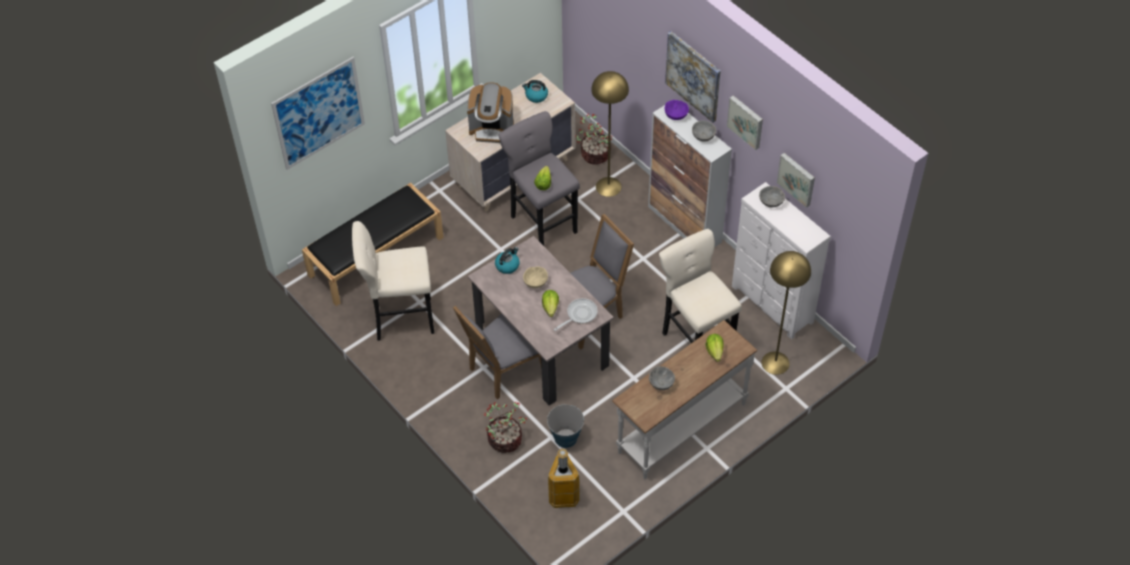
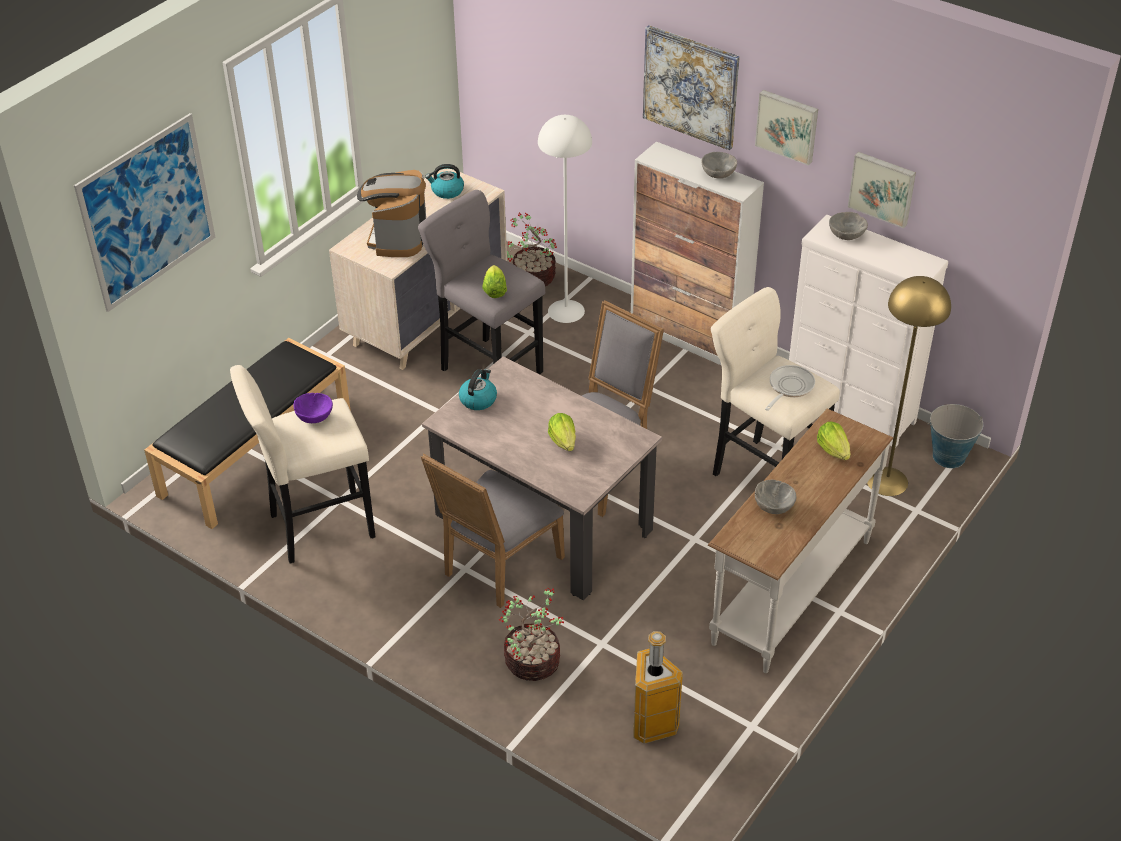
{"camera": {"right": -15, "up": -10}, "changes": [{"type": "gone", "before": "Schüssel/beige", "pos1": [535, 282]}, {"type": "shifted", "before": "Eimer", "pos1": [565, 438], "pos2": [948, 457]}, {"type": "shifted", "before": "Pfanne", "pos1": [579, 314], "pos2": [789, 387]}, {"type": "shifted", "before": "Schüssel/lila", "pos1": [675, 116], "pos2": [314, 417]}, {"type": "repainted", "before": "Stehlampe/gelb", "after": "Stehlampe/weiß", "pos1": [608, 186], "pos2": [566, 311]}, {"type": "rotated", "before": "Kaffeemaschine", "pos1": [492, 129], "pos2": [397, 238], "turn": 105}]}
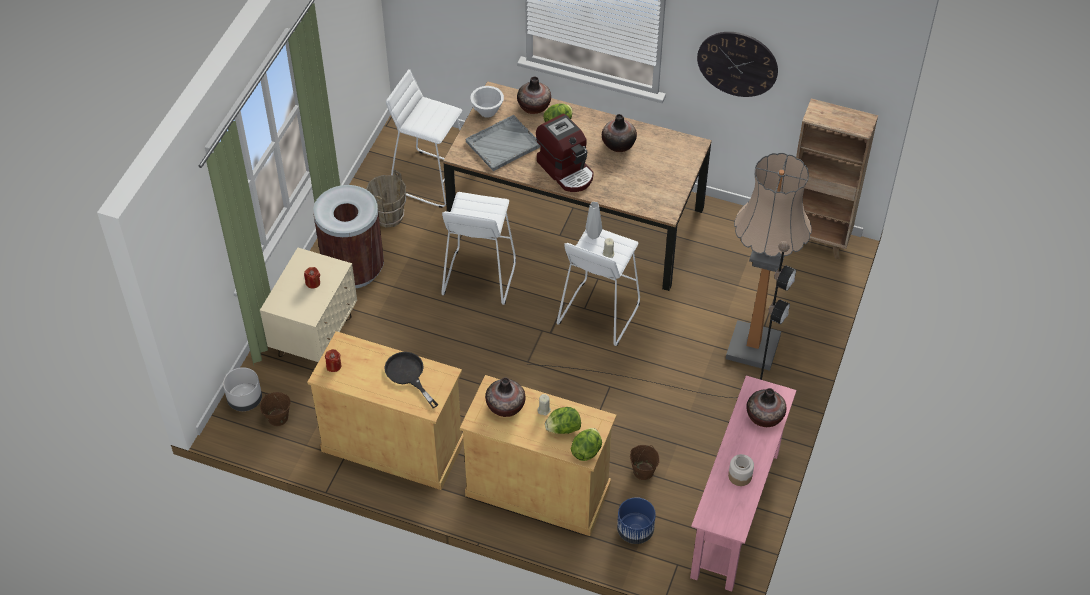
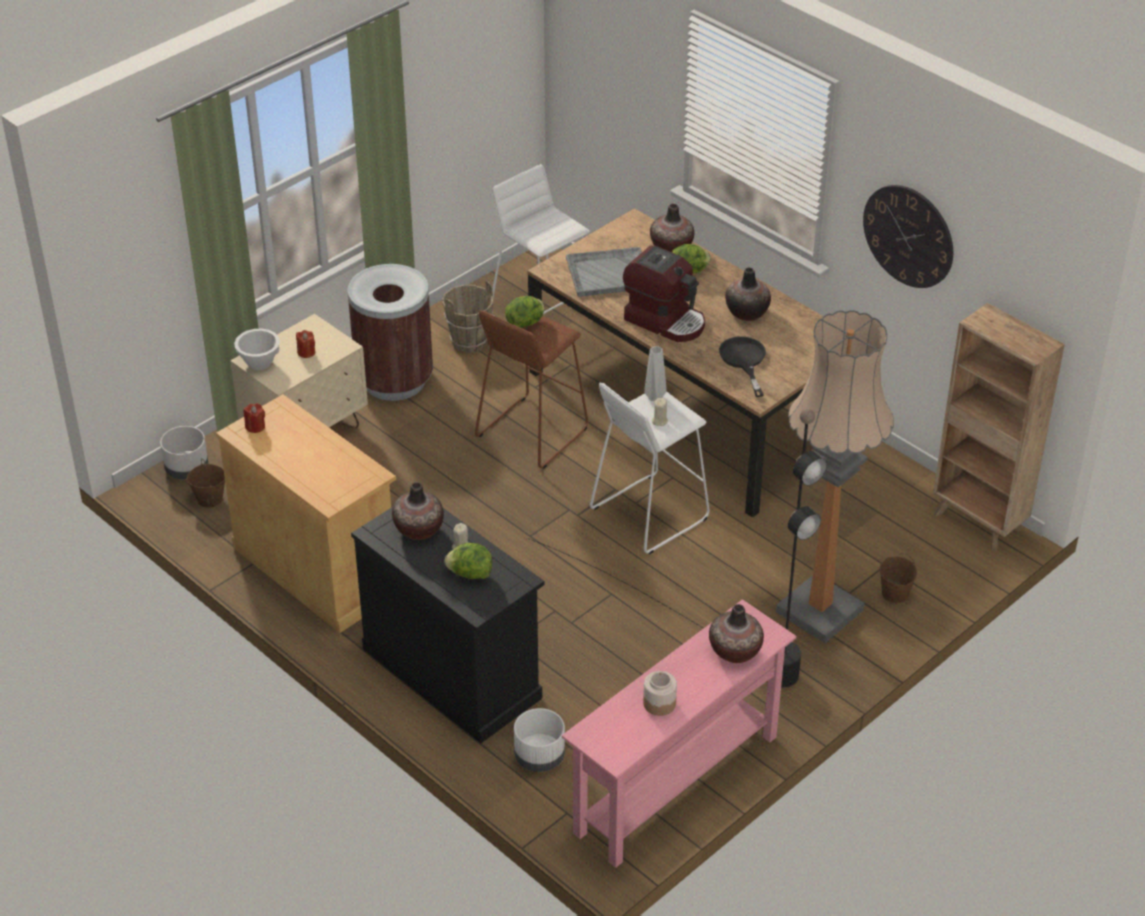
{"camera": {"right": 25, "up": -10}, "changes": [{"type": "shifted", "before": "Pfanne/schwarz", "pos1": [408, 375], "pos2": [744, 361]}, {"type": "shifted", "before": "Schüssel/weiß", "pos1": [487, 111], "pos2": [259, 363]}, {"type": "shifted", "before": "Salatkopf", "pos1": [587, 451], "pos2": [525, 323]}, {"type": "shifted", "before": "Eimer/braun", "pos1": [643, 471], "pos2": [894, 593]}, {"type": "repainted", "before": "Hocker/weiß", "after": "Hocker/braun", "pos1": [478, 277], "pos2": [531, 432]}, {"type": "repainted", "before": "Schrank/beige", "after": "Schrank/schwarz", "pos1": [538, 490], "pos2": [452, 673]}, {"type": "repainted", "before": "Pflanzkübel/blau", "after": "Pflanzkübel/weiß", "pos1": [635, 531], "pos2": [539, 757]}, {"type": "rotated", "before": "Kaffeemaschine", "pos1": [566, 170], "pos2": [665, 320], "turn": -45}]}
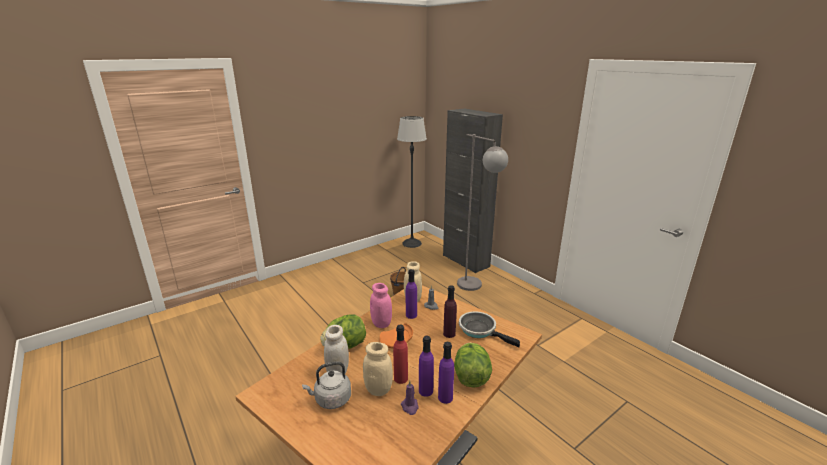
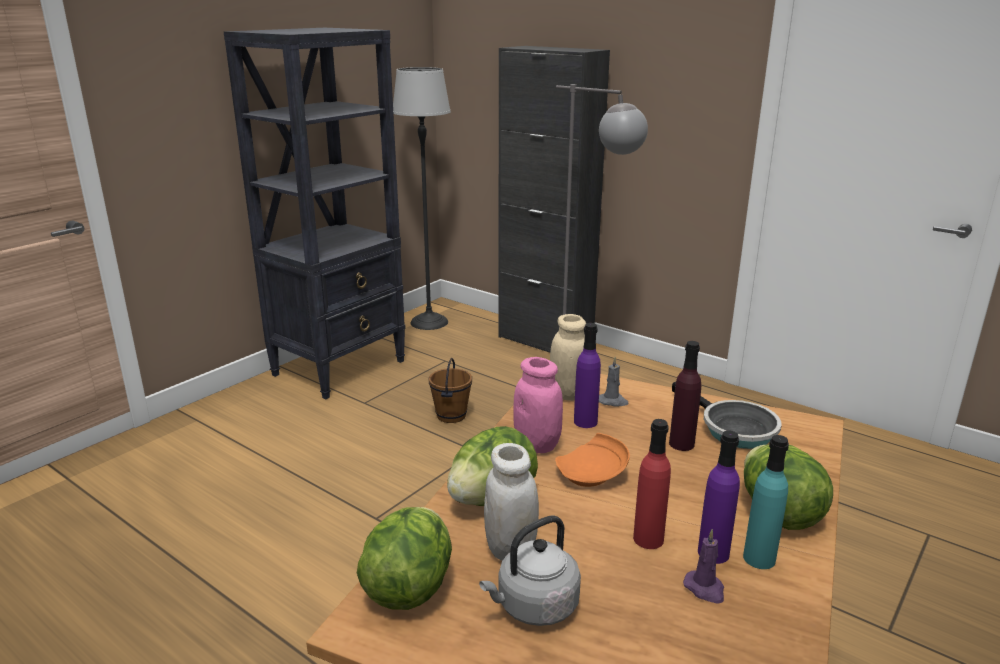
{"camera": {"right": -15, "up": 0}, "changes": [{"type": "gone", "before": "Vorratsglas/beige", "pos1": [378, 389]}, {"type": "new", "after": "Bücherregal/schwarz", "pos2": [340, 367]}, {"type": "new", "after": "Salatkopf", "pos2": [409, 587]}, {"type": "repainted", "before": "Flasche/lila", "after": "Flasche/türkis", "pos1": [445, 397], "pos2": [759, 558]}, {"type": "rotated", "before": "Pfanne", "pos1": [480, 330], "pos2": [733, 429], "turn": -150}]}
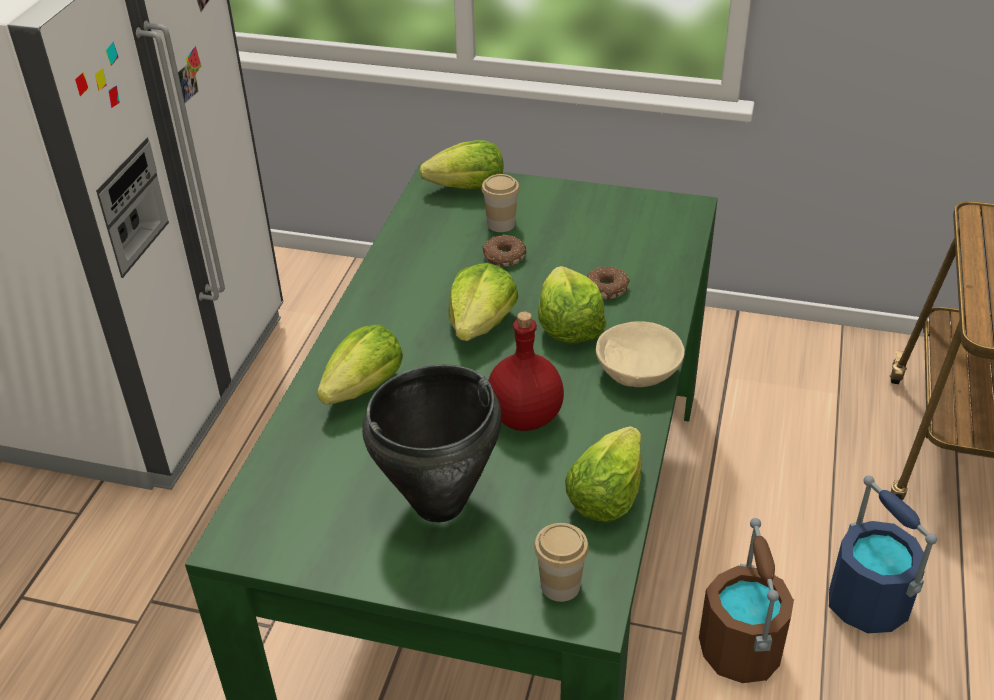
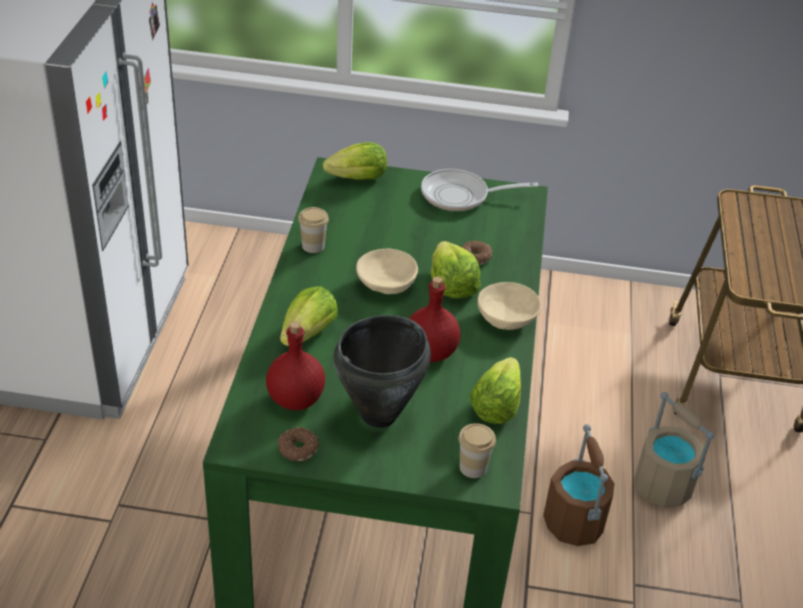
{"camera": {"right": -10, "up": 0}, "changes": [{"type": "new", "after": "Flasche/rot", "pos2": [295, 399]}, {"type": "new", "after": "Pfanne", "pos2": [460, 196]}, {"type": "shifted", "before": "Tasse", "pos1": [501, 224], "pos2": [313, 246]}, {"type": "shifted", "before": "Donut", "pos1": [503, 257], "pos2": [297, 449]}, {"type": "swapped", "before": "Salatkopf", "after": "Schüssel/beige", "pos1": [481, 324], "pos2": [387, 284]}, {"type": "repainted", "before": "Eimer/blau", "after": "Eimer/beige", "pos1": [868, 603], "pos2": [662, 487]}]}
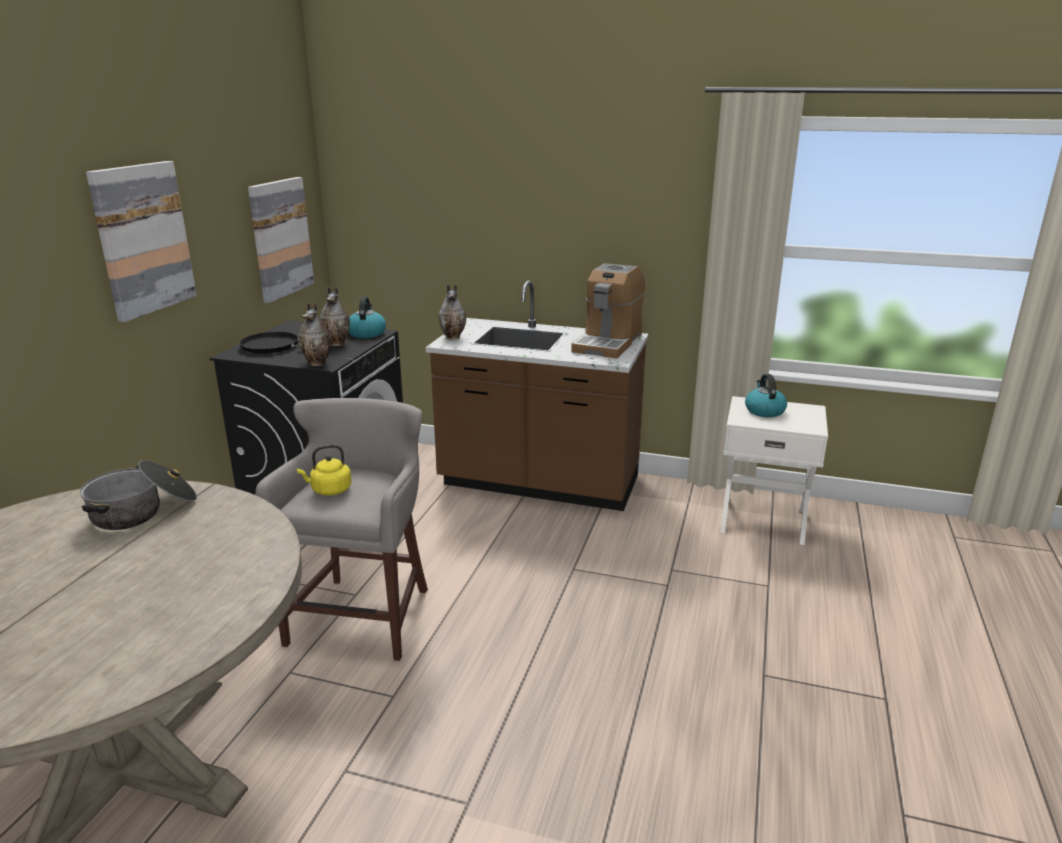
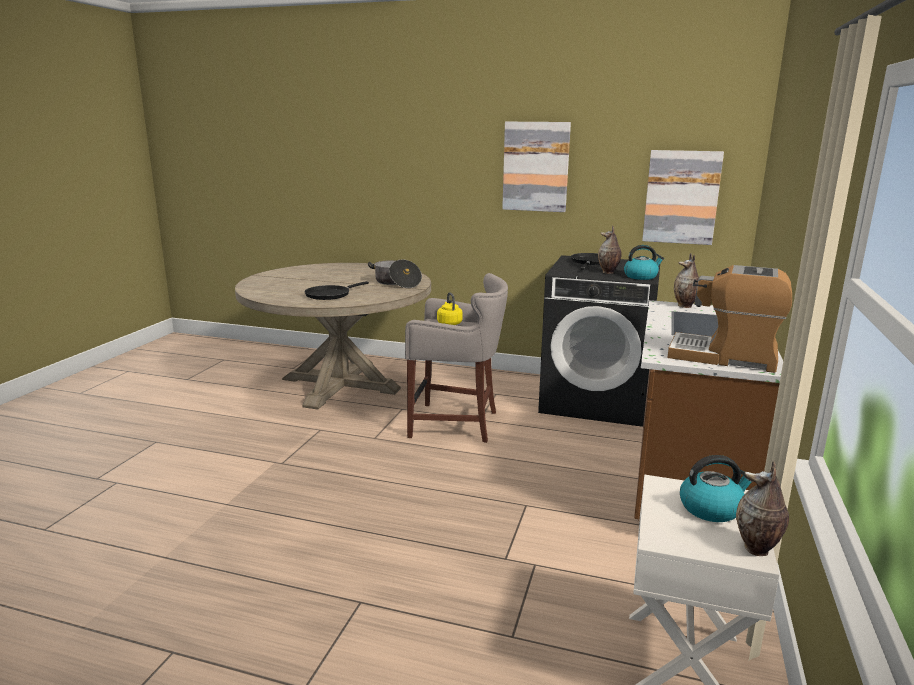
{"camera": {"right": 90, "up": -5}, "changes": [{"type": "new", "after": "Pfanne/schwarz", "pos2": [330, 295]}, {"type": "shifted", "before": "Vase", "pos1": [318, 363], "pos2": [757, 549]}]}
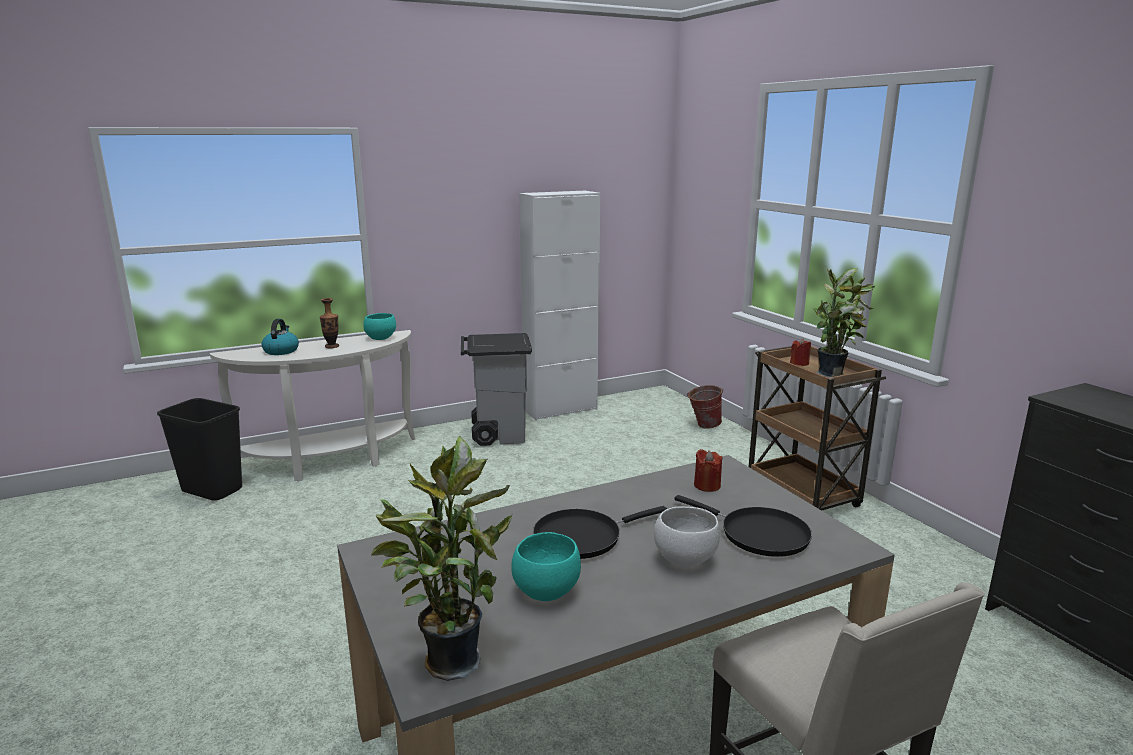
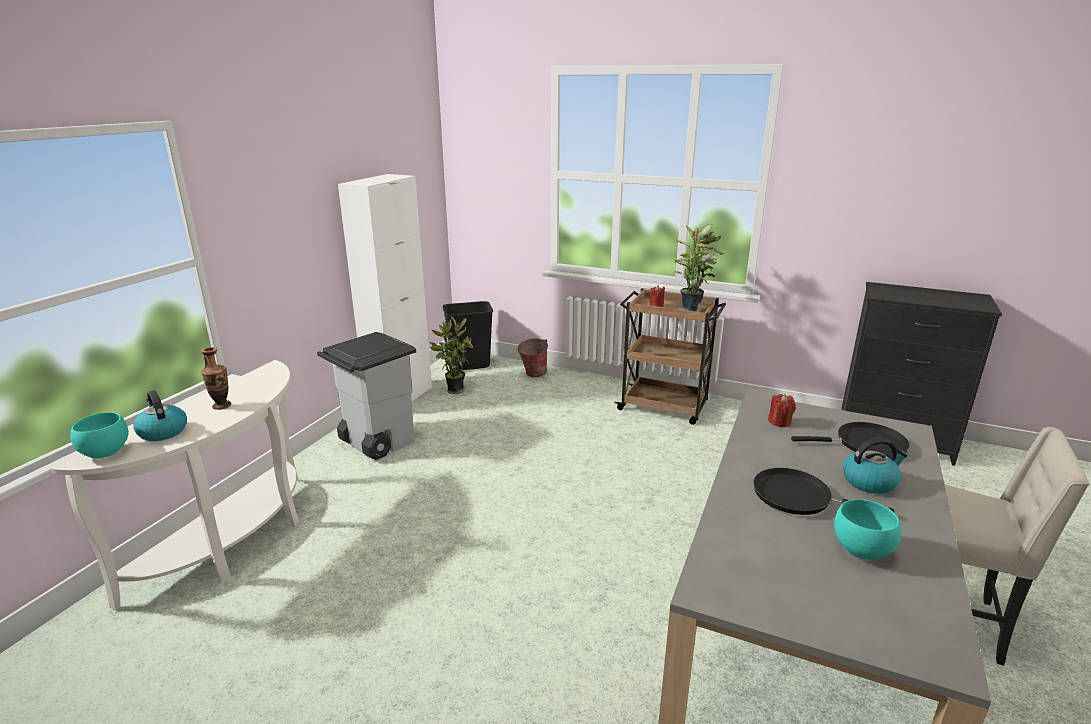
{"camera": {"right": -40, "up": 5}, "changes": [{"type": "shifted", "before": "Mülleimer/schwarz", "pos1": [213, 490], "pos2": [470, 365]}, {"type": "shifted", "before": "Schüssel/türkis", "pos1": [380, 338], "pos2": [104, 453]}, {"type": "shifted", "before": "Topfpflanze", "pos1": [448, 659], "pos2": [453, 390]}, {"type": "swapped", "before": "Schüssel/weiß", "after": "Wasserkessel", "pos1": [684, 559], "pos2": [870, 481]}, {"type": "rotated", "before": "Pfanne/schwarz", "pos1": [583, 537], "pos2": [797, 497], "turn": 90}]}
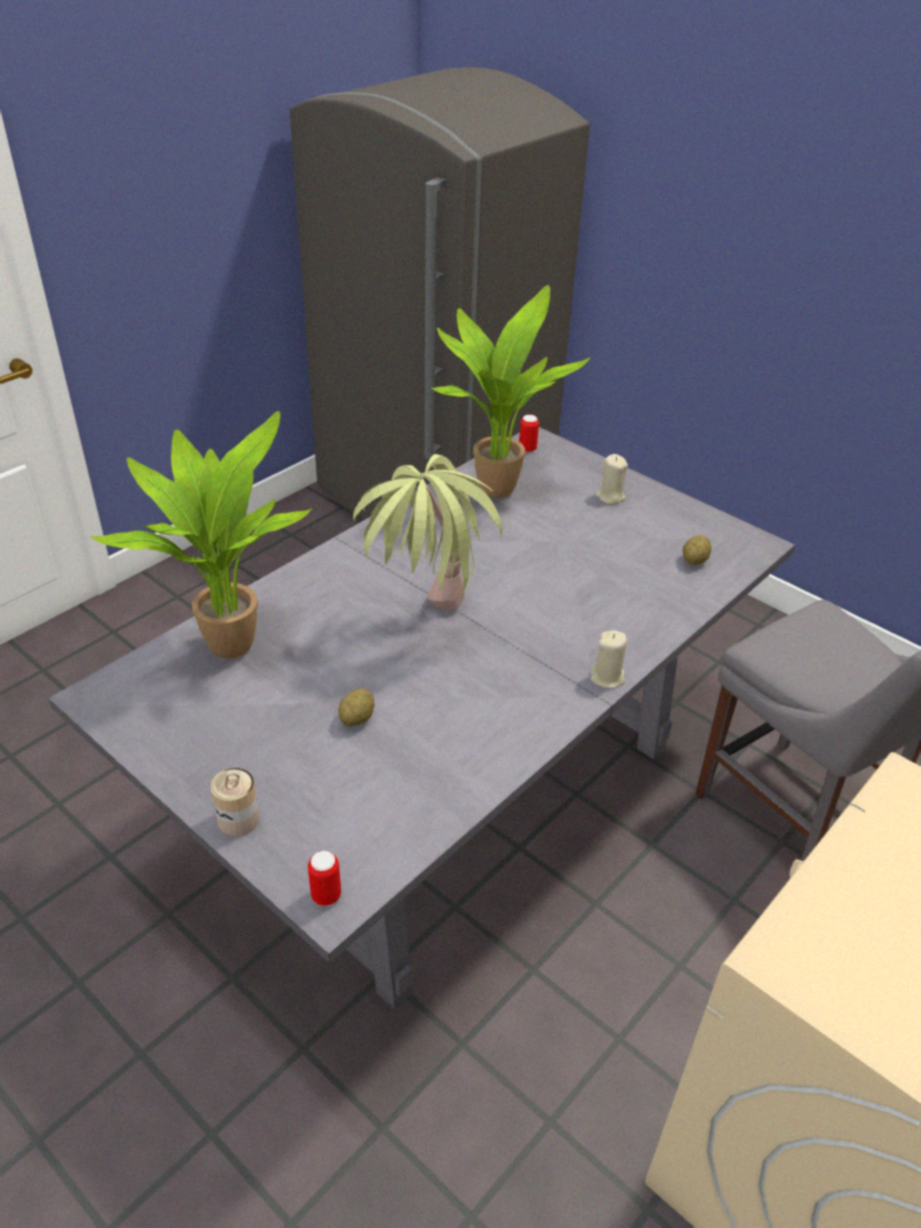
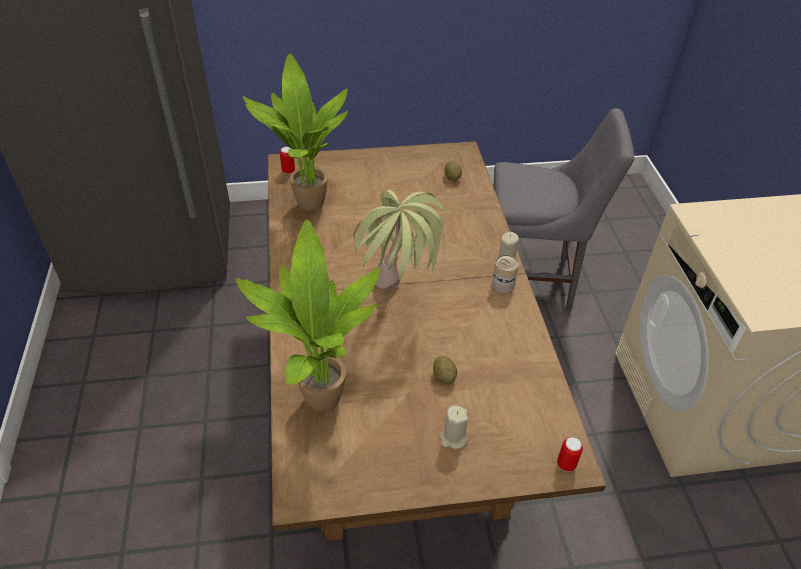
{"camera": {"right": -50, "up": 5}, "changes": [{"type": "shifted", "before": "Dose", "pos1": [238, 820], "pos2": [503, 285]}, {"type": "shifted", "before": "Kerze/beige", "pos1": [610, 497], "pos2": [453, 438]}, {"type": "repainted", "before": "Esstisch/grau", "after": "Esstisch/braun", "pos1": [452, 798], "pos2": [397, 401]}]}
